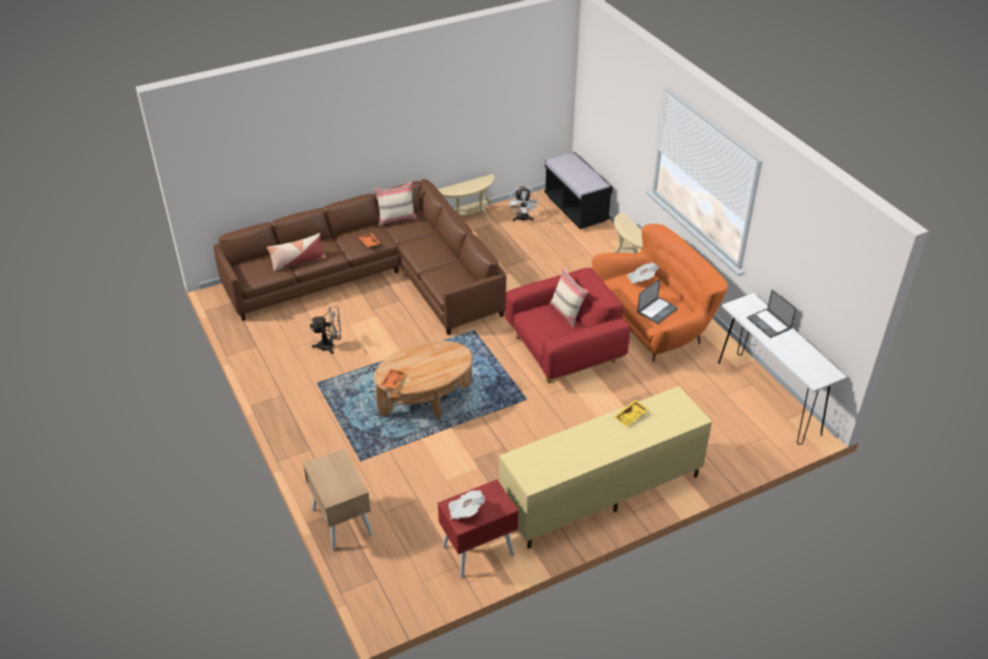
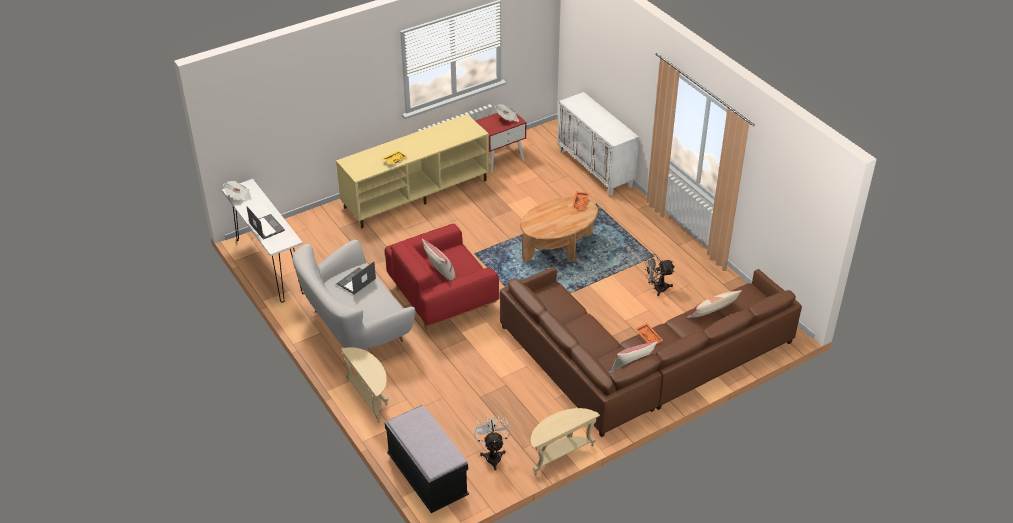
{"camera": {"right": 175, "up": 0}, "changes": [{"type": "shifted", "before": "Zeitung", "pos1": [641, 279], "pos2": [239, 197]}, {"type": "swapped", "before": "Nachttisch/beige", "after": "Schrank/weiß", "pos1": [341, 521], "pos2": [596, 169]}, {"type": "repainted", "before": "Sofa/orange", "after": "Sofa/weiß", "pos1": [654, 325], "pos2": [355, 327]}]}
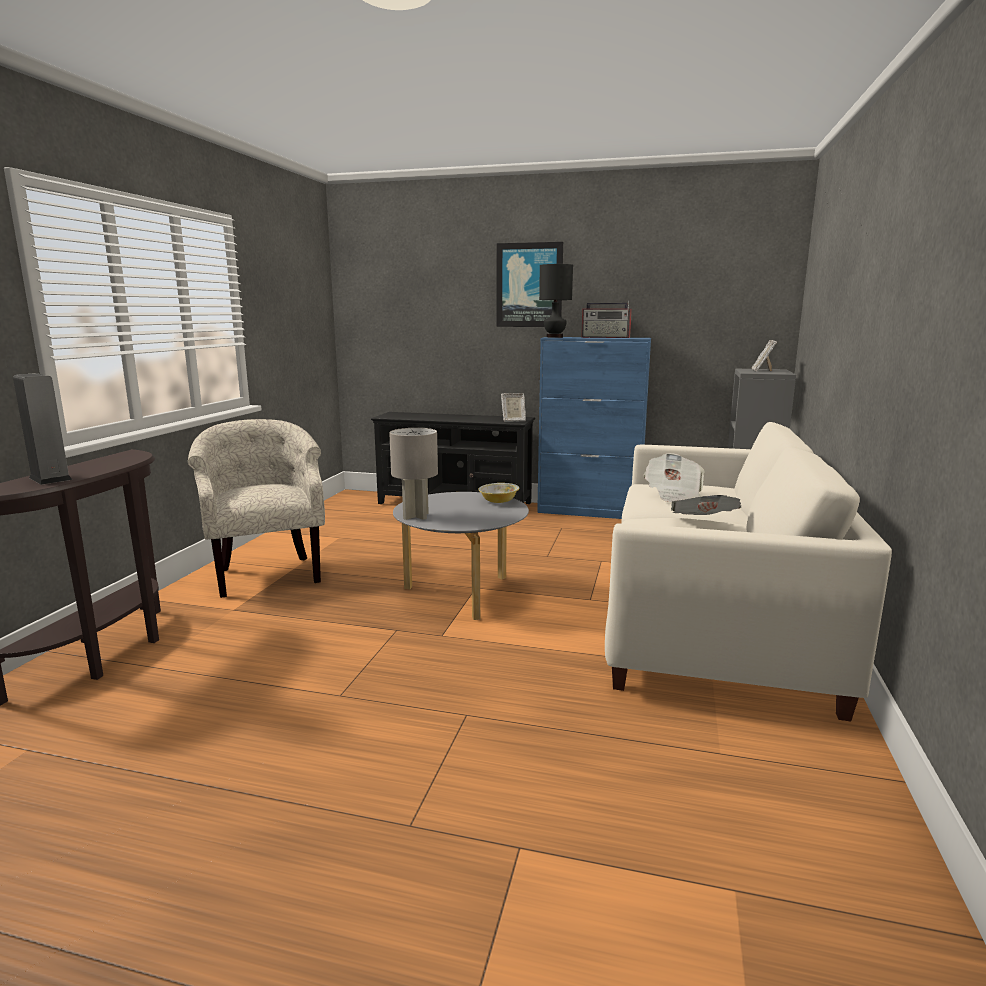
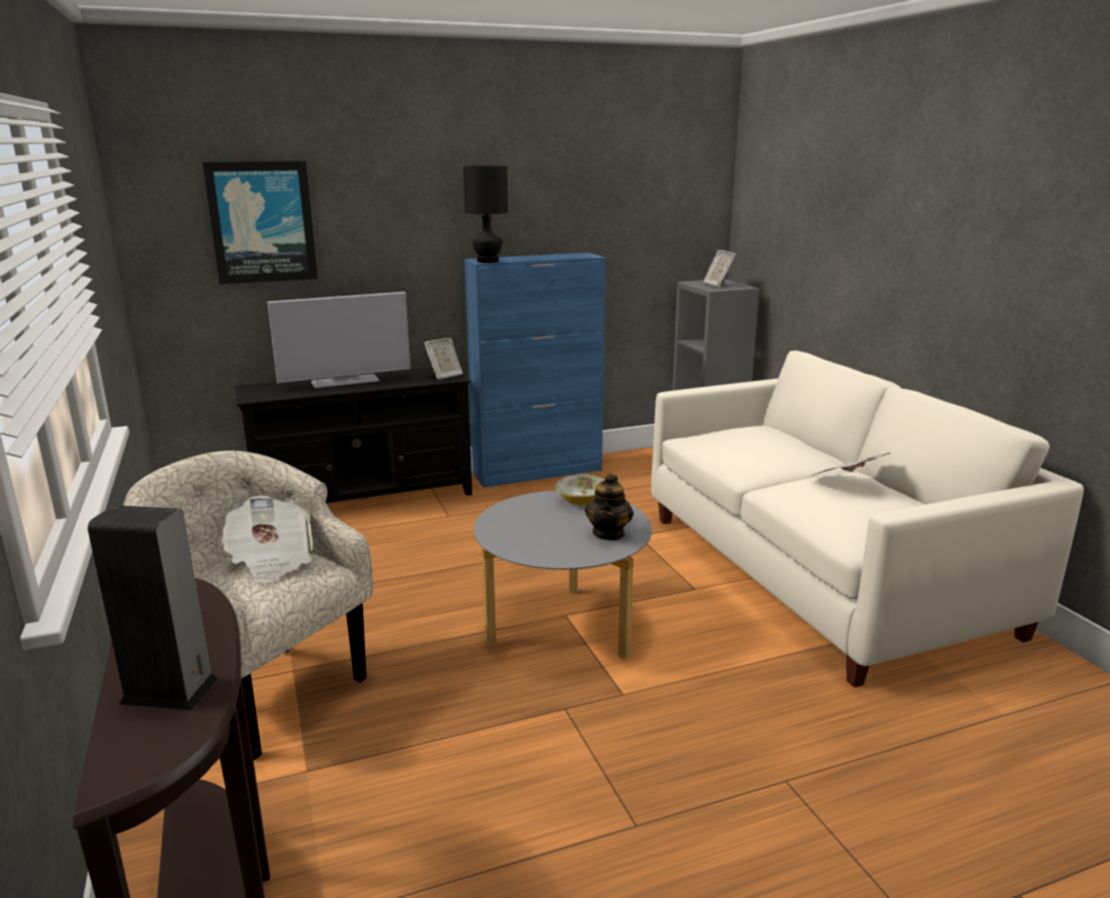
{"camera": {"right": -35, "up": 5}, "changes": [{"type": "gone", "before": "Tischlampe/grau", "pos1": [415, 516]}, {"type": "gone", "before": "Radio", "pos1": [606, 337]}, {"type": "new", "after": "Fernseher", "pos2": [345, 381]}, {"type": "new", "after": "Teekanne", "pos2": [609, 533]}, {"type": "shifted", "before": "Bild", "pos1": [529, 285], "pos2": [262, 222]}, {"type": "shifted", "before": "Zeitung", "pos1": [672, 494], "pos2": [271, 560]}]}
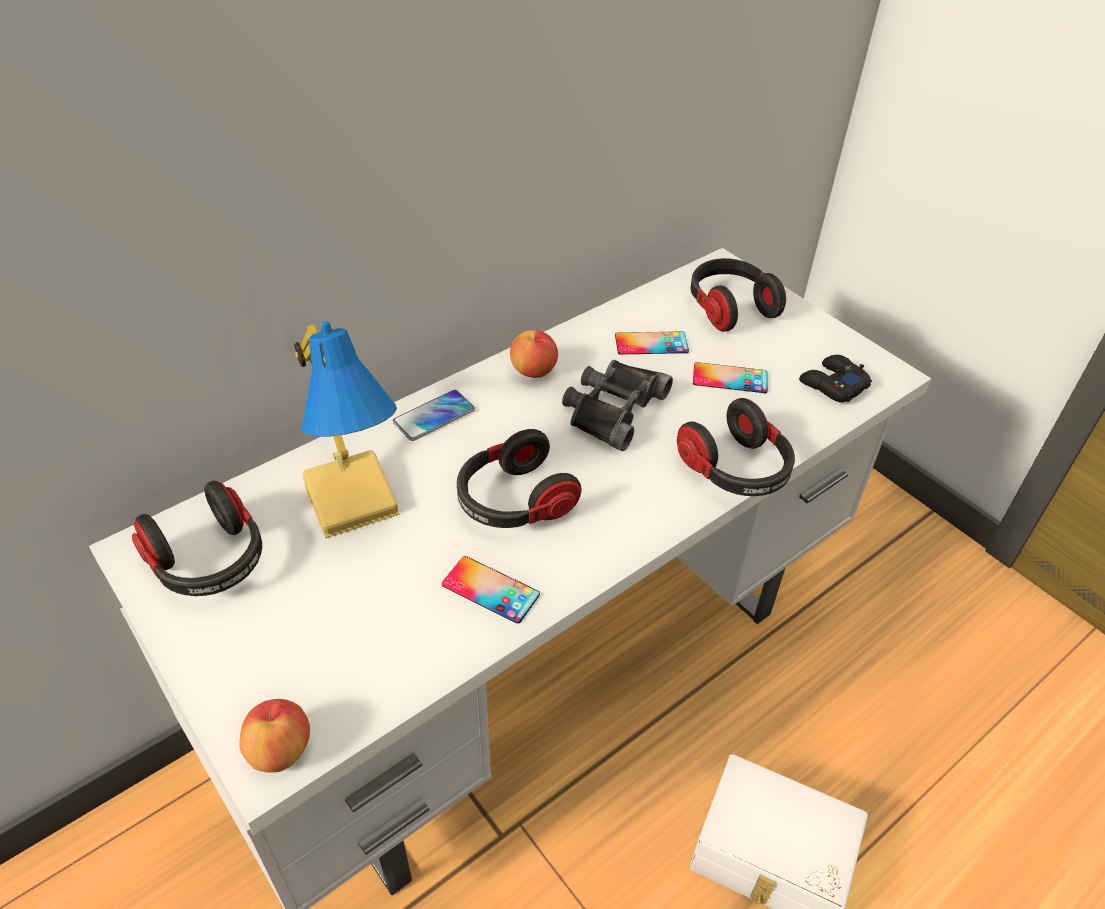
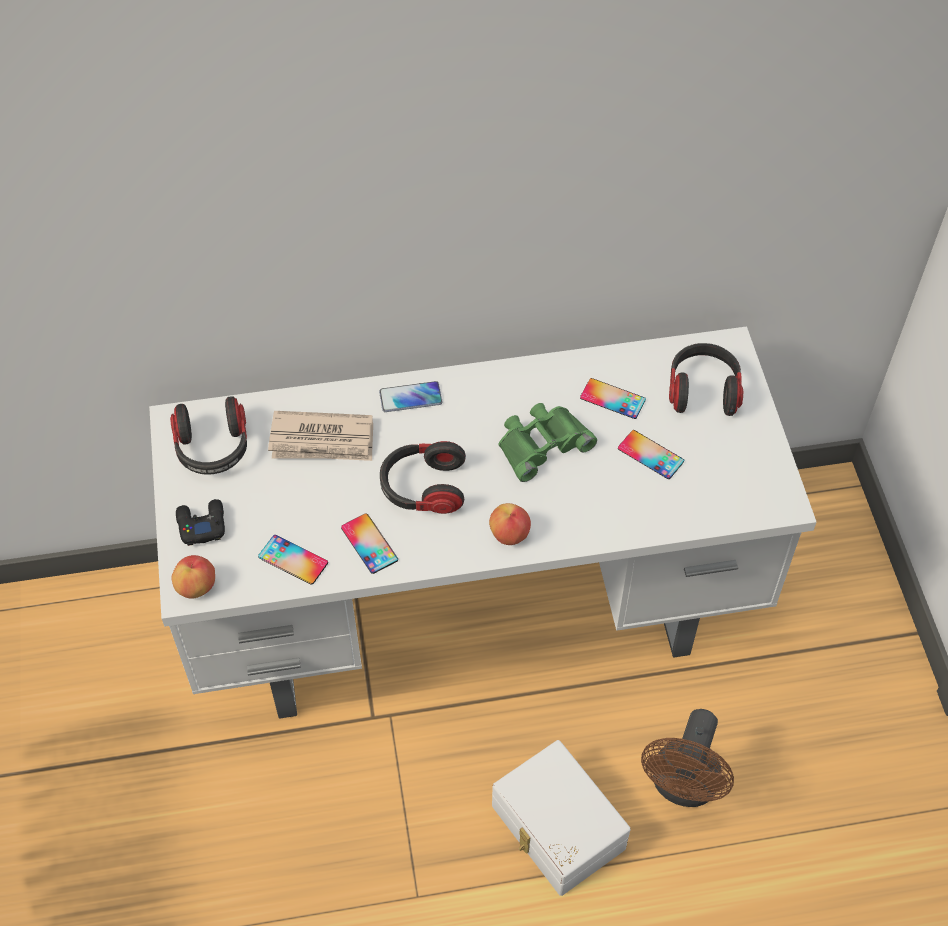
{"camera": {"right": 30, "up": 10}, "changes": [{"type": "gone", "before": "Kopfhörer", "pos1": [736, 470]}, {"type": "new", "after": "Handy", "pos2": [293, 560]}, {"type": "new", "after": "Ventilator/braun", "pos2": [683, 787]}, {"type": "shifted", "before": "Apfel", "pos1": [534, 371], "pos2": [509, 534]}, {"type": "shifted", "before": "Gamepad/schwarz", "pos1": [832, 385], "pos2": [201, 524]}, {"type": "swapped", "before": "Tischlampe", "after": "Zeitung", "pos1": [355, 498], "pos2": [322, 440]}, {"type": "repainted", "before": "Fernglas/schwarz", "after": "Fernglas/grün", "pos1": [612, 408], "pos2": [541, 444]}]}
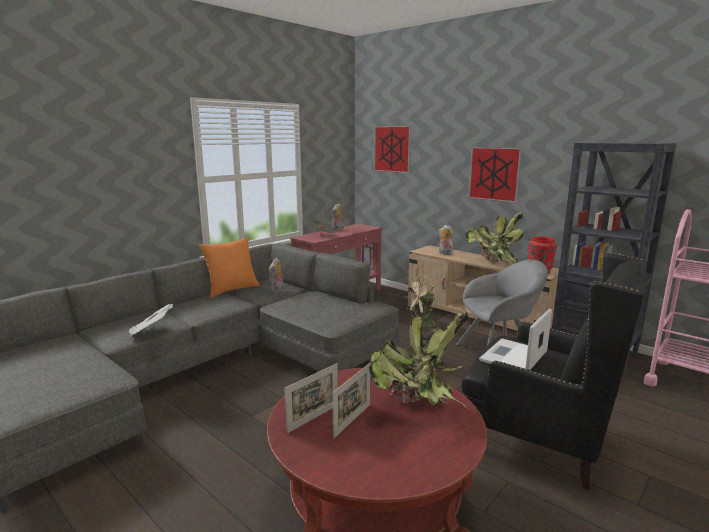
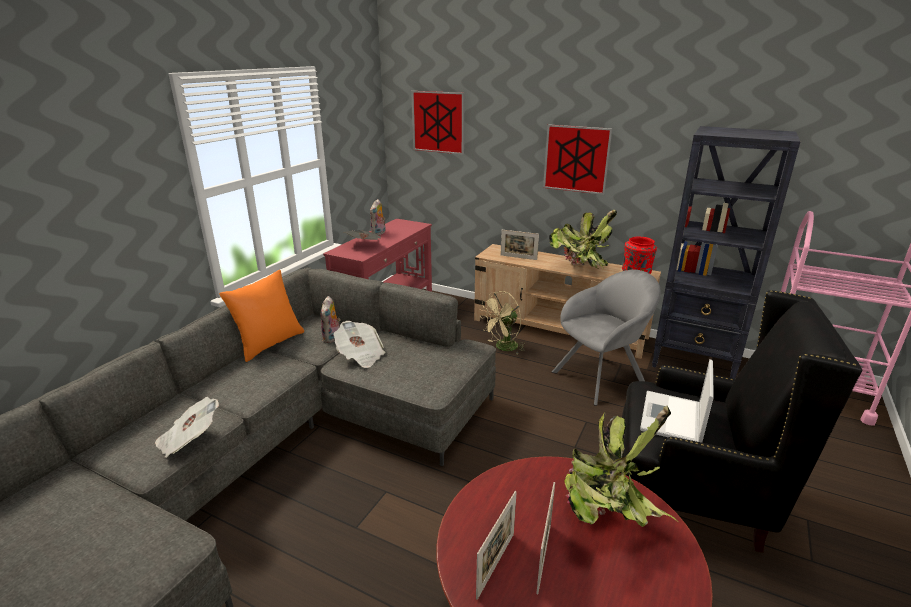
{"camera": {"right": -15, "up": 10}, "changes": [{"type": "new", "after": "Zeitung", "pos2": [360, 355]}, {"type": "swapped", "before": "Plüschtier", "after": "Bilderrahmen", "pos1": [444, 253], "pos2": [518, 257]}]}
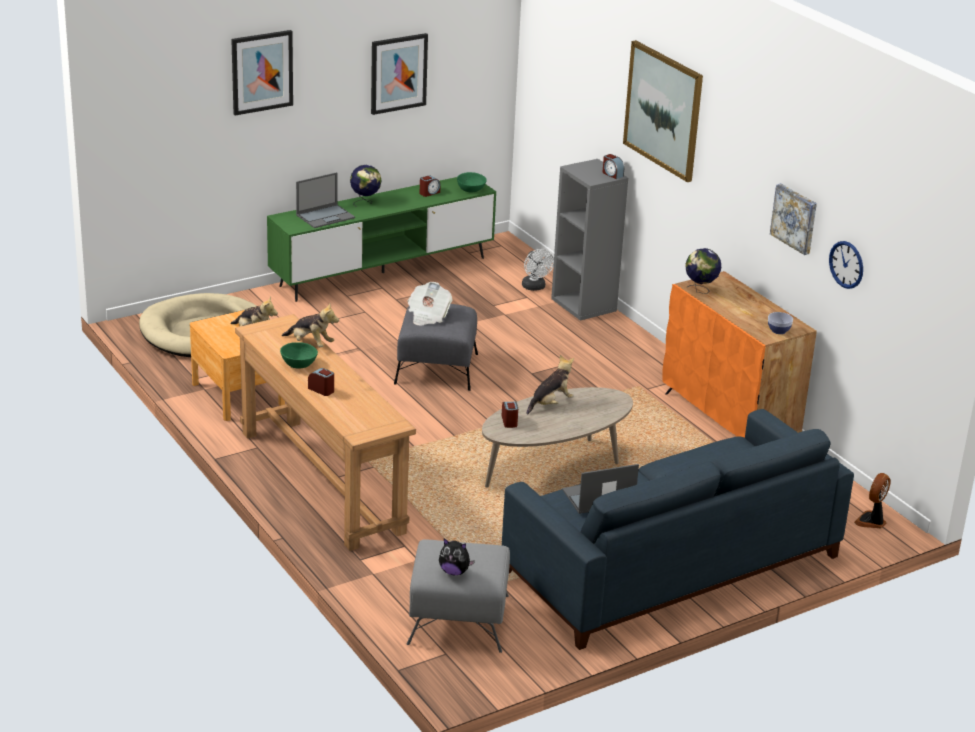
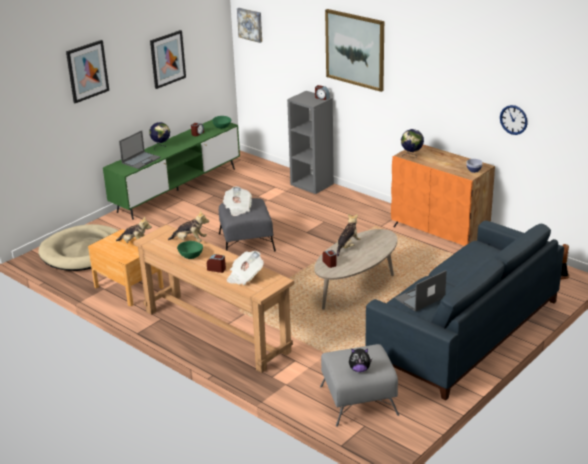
{"camera": {"right": -15, "up": 0}, "changes": [{"type": "gone", "before": "Ventilator/weiß", "pos1": [535, 287]}, {"type": "new", "after": "Zeitung", "pos2": [244, 277]}, {"type": "shifted", "before": "Bild", "pos1": [795, 218], "pos2": [250, 24]}]}
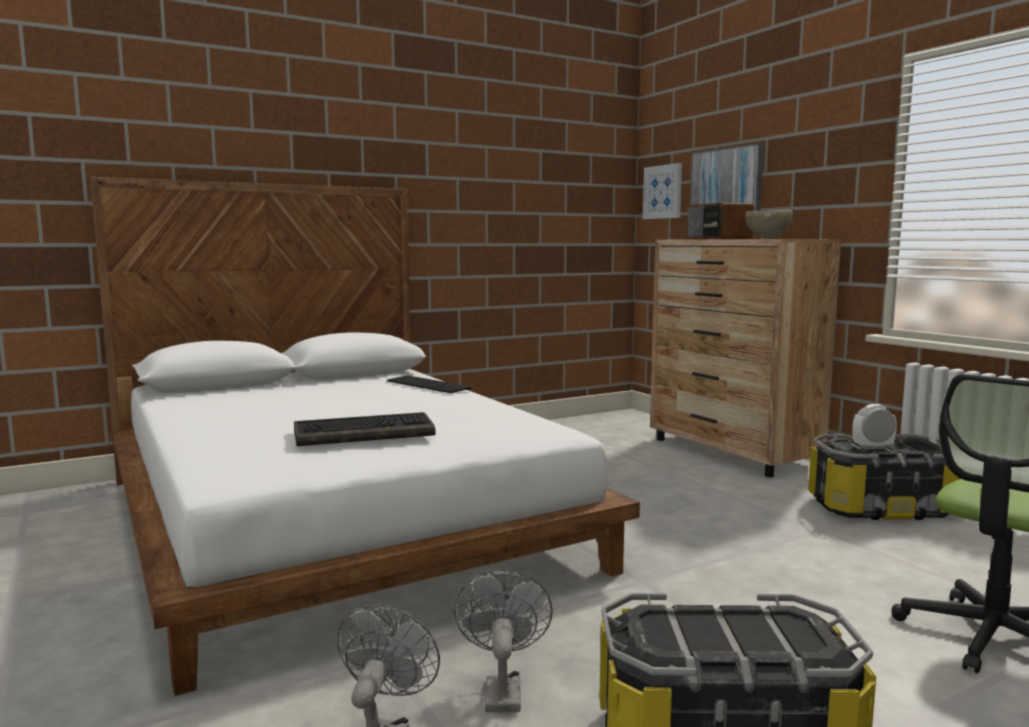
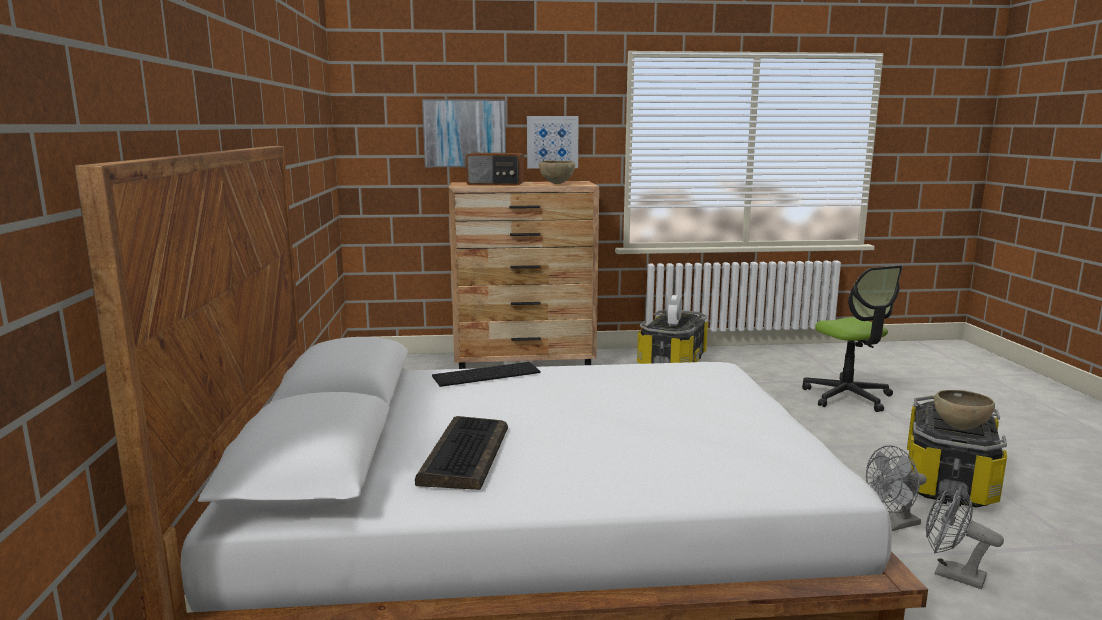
{"camera": {"right": -65, "up": 5}, "changes": [{"type": "new", "after": "Schüssel/braun", "pos2": [960, 428]}, {"type": "shifted", "before": "Tastatur", "pos1": [365, 433], "pos2": [464, 454]}, {"type": "shifted", "before": "Bild", "pos1": [663, 192], "pos2": [552, 142]}, {"type": "rotated", "before": "Ventilator/grau", "pos1": [502, 690], "pos2": [892, 525], "turn": -45}]}
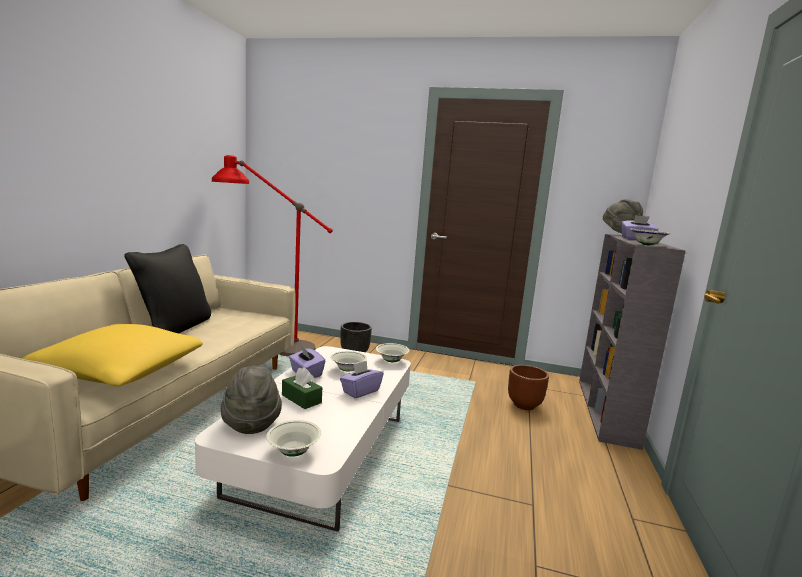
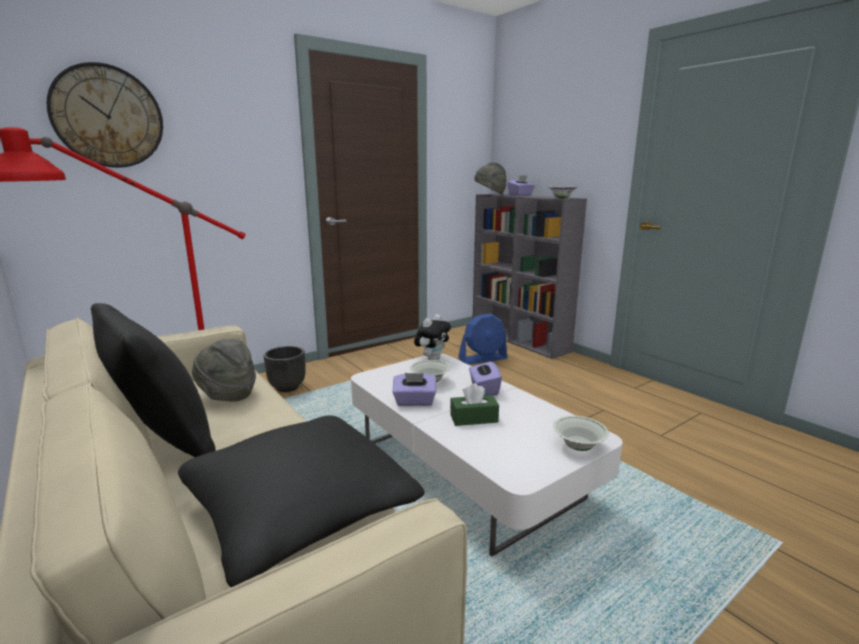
{"camera": {"right": -50, "up": 5}, "changes": [{"type": "new", "after": "Wanduhr", "pos2": [107, 117]}, {"type": "shifted", "before": "Hut/grau", "pos1": [251, 422], "pos2": [227, 395]}, {"type": "swapped", "before": "Schüssel/weiß", "after": "Plüschtier", "pos1": [391, 361], "pos2": [432, 359]}, {"type": "swapped", "before": "Pflanzkübel/braun", "after": "Ventilator/blau", "pos1": [524, 405], "pos2": [483, 359]}, {"type": "repainted", "before": "Kissen/gelb", "after": "Kissen/schwarz", "pos1": [120, 372], "pos2": [299, 510]}]}
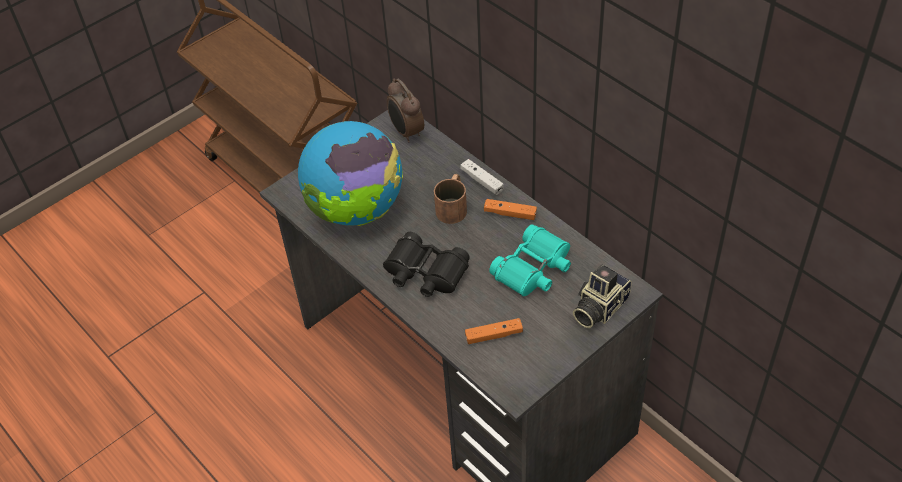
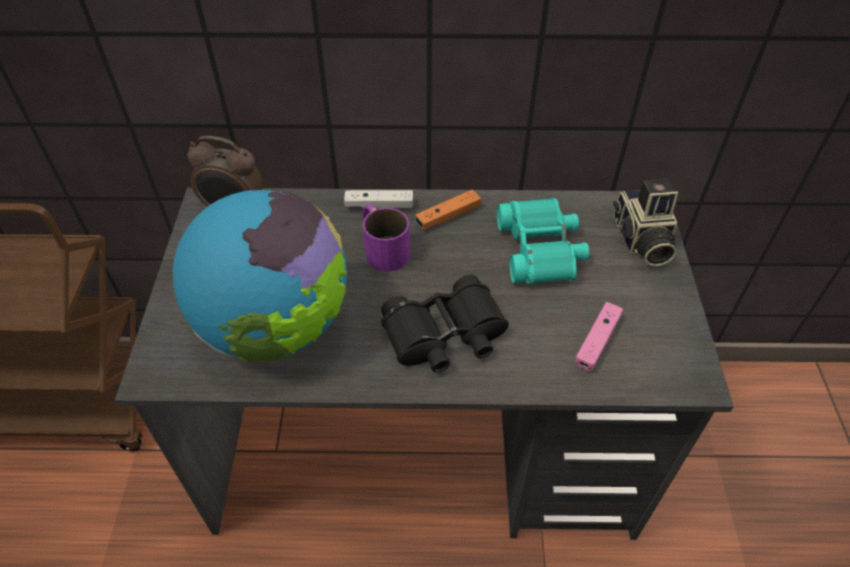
{"camera": {"right": -50, "up": 0}, "changes": [{"type": "repainted", "before": "Henkelbecher/braun", "after": "Henkelbecher/lila", "pos1": [453, 205], "pos2": [382, 247]}, {"type": "repainted", "before": "Gamepad/orange", "after": "Gamepad/rosa", "pos1": [494, 335], "pos2": [597, 341]}]}
